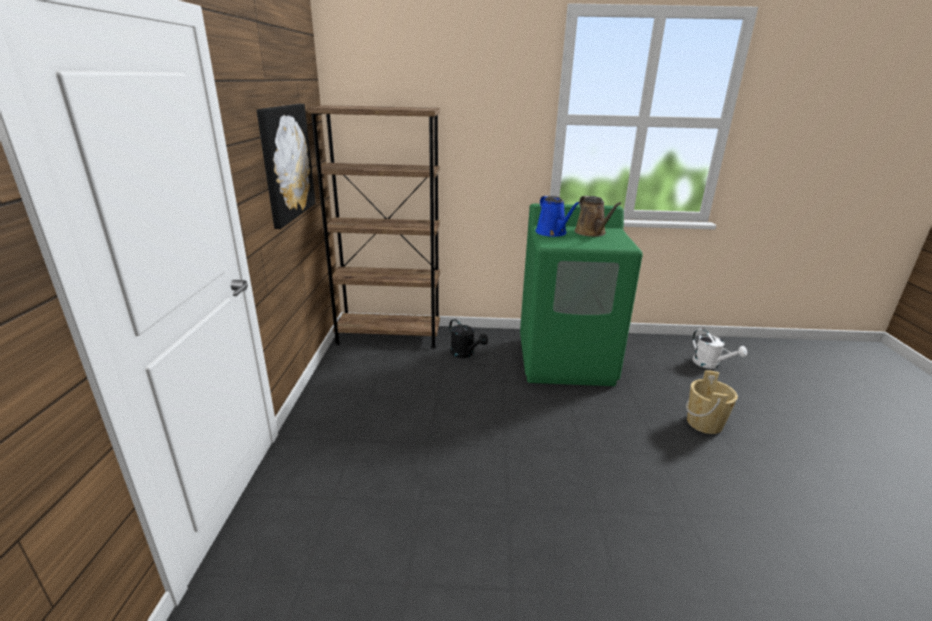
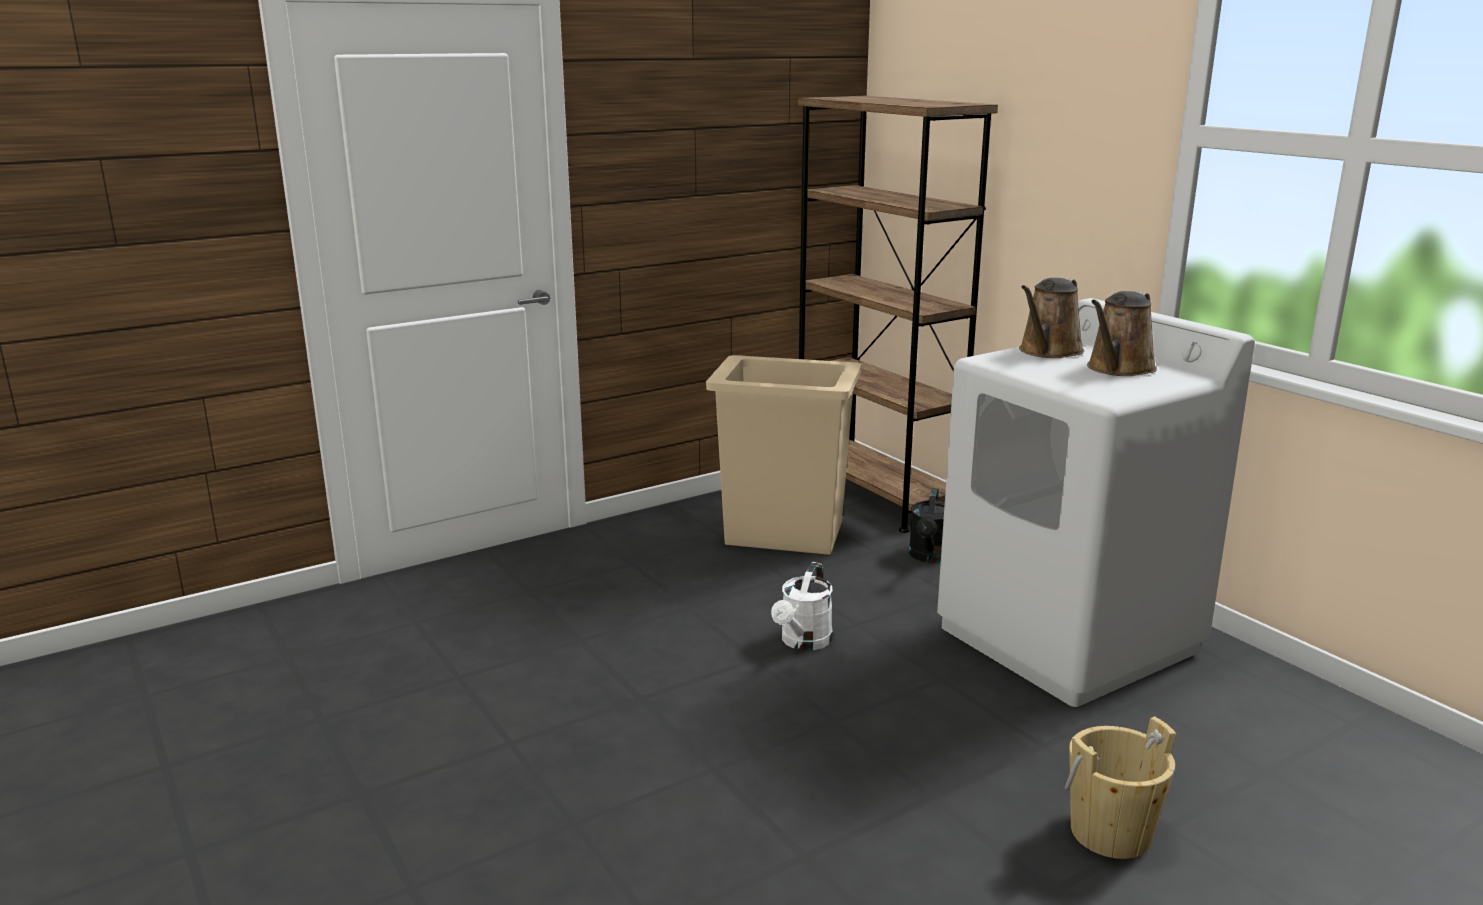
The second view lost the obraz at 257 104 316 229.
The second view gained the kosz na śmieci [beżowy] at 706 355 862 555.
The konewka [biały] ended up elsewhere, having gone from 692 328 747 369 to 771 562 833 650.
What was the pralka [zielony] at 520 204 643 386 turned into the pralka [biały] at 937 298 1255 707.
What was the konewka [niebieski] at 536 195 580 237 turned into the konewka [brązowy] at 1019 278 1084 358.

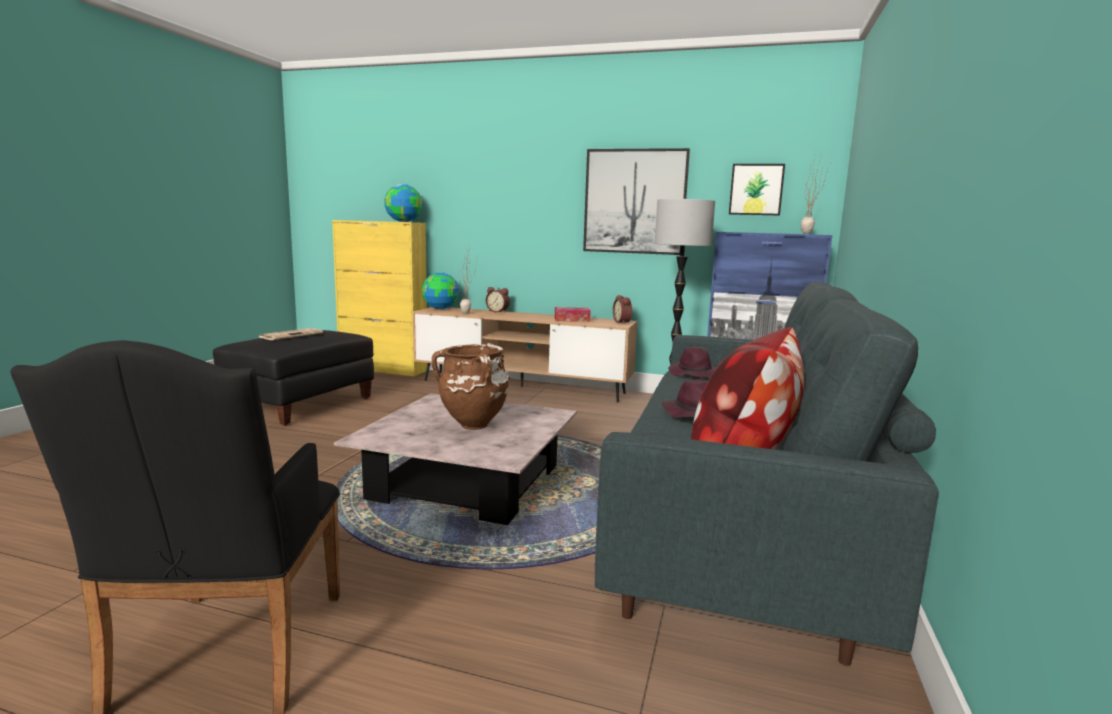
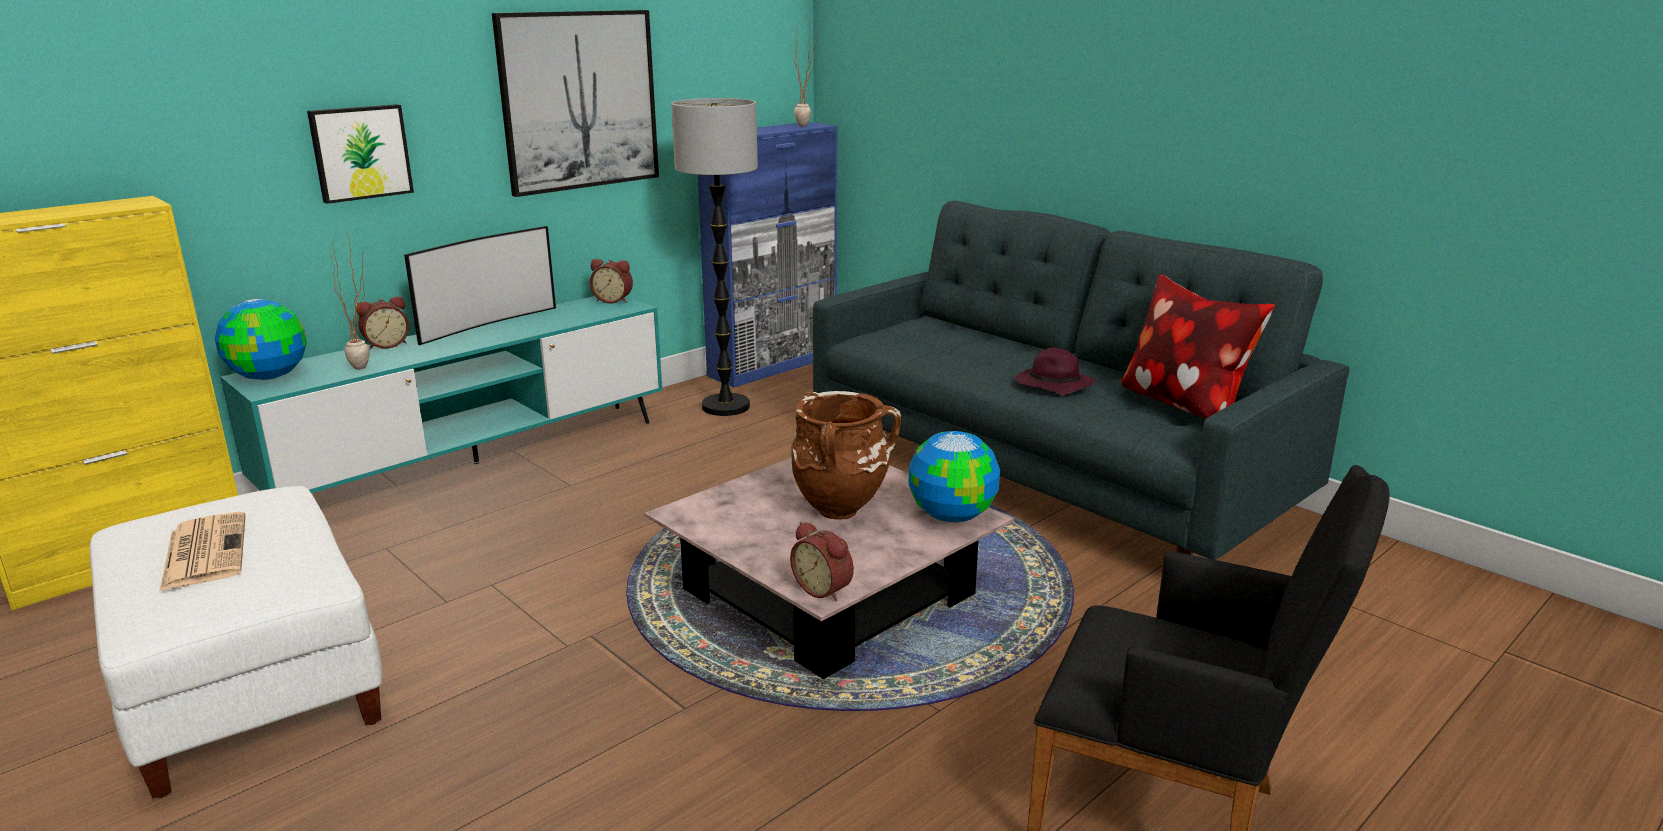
The second view lost the pudełko chusteczek at 555 307 591 322.
The second view lost the kapelusz [fioletowy] at 668 347 717 377.
The second view gained the telewizor at 404 226 556 345.
The second view gained the budzik at 790 522 854 602.
The globus ended up elsewhere, having gone from 384 184 422 222 to 909 431 1000 522.
The obraz ended up elsewhere, having gone from 729 164 785 216 to 307 104 414 204.
What was the pufa [czarny] at 213 330 374 426 turned into the pufa [biały] at 90 486 383 799.
What was the szafka pod telewizor [brązowy] at 413 307 637 402 turned into the szafka pod telewizor [turkusowy] at 220 296 662 493.

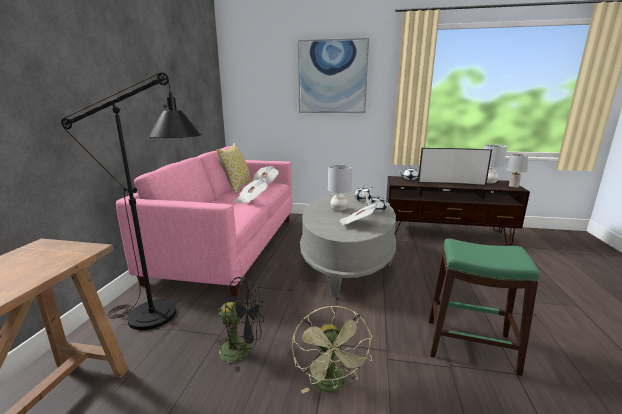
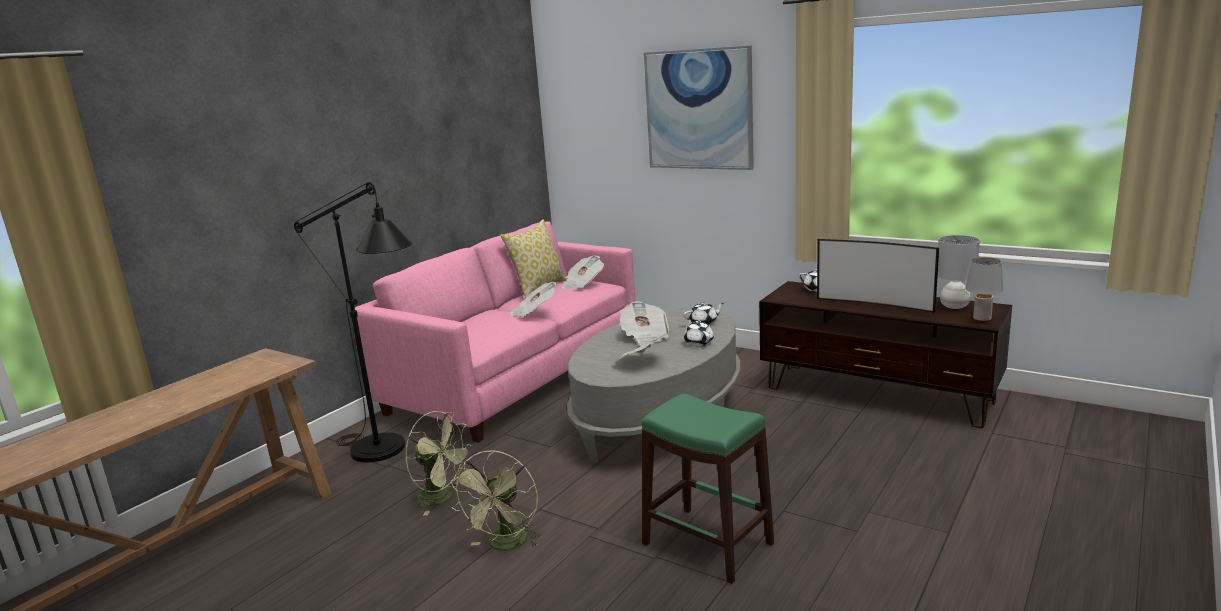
Where the lampa stołowa [szary] stood at 328 165 352 211, the gazeta came to stand at 619 301 669 346.
What was the wentylator [czarny] at 214 276 264 372 turned into the wentylator [zielony] at 405 411 473 516.

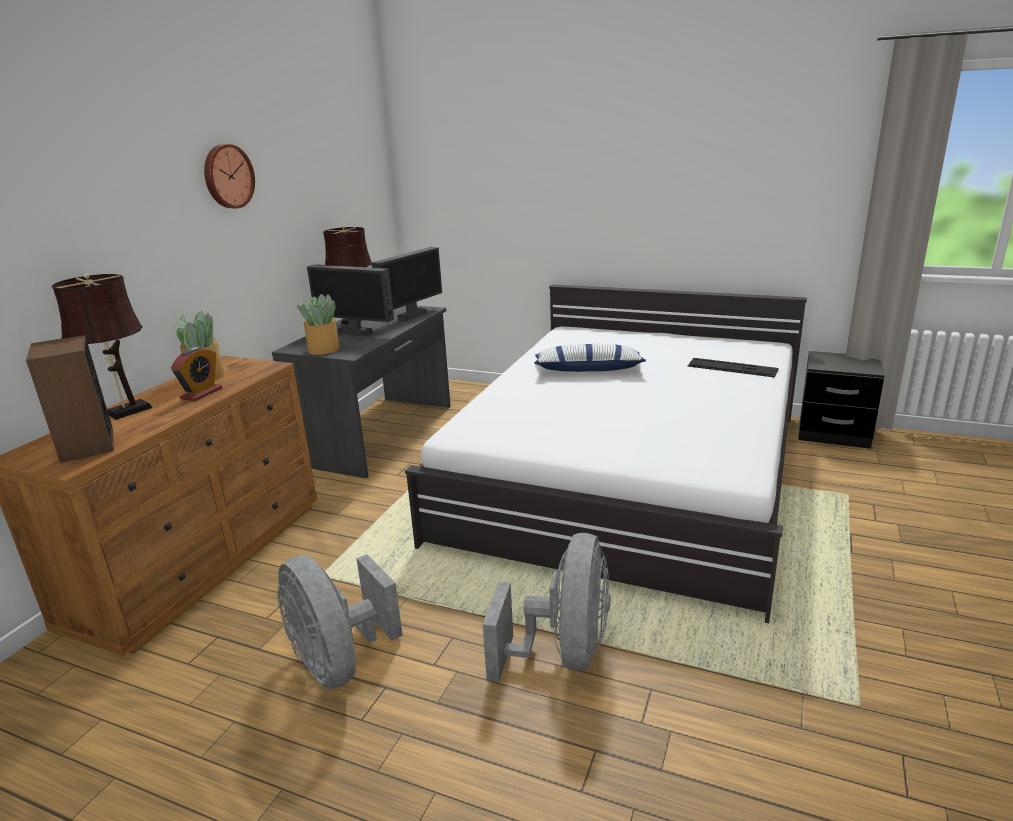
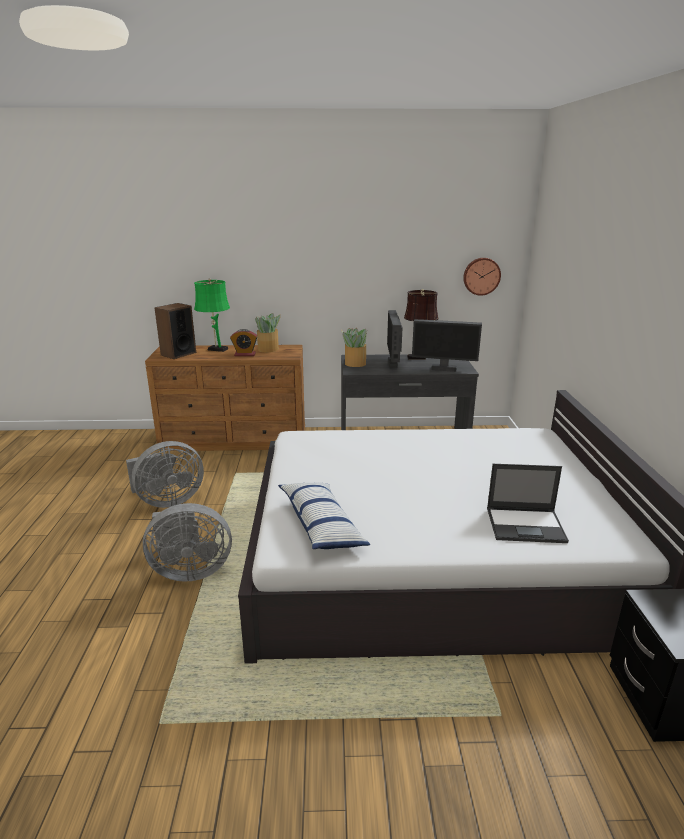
The zegar ścienny ended up elsewhere, having gone from 204 144 255 208 to 463 258 501 296.
The poduszka ended up elsewhere, having gone from 534 344 646 372 to 278 482 370 549.
Where the klawiatura stood at 688 358 779 377, the laptop came to stand at 487 464 569 543.
What was the lampa stołowa [brązowy] at 52 273 153 420 turned into the lampa stołowa [zielony] at 194 278 230 352.
The wentylator [szary] at 277 554 402 690 ended up facing another way, 150 degrees counterclockwise from before.

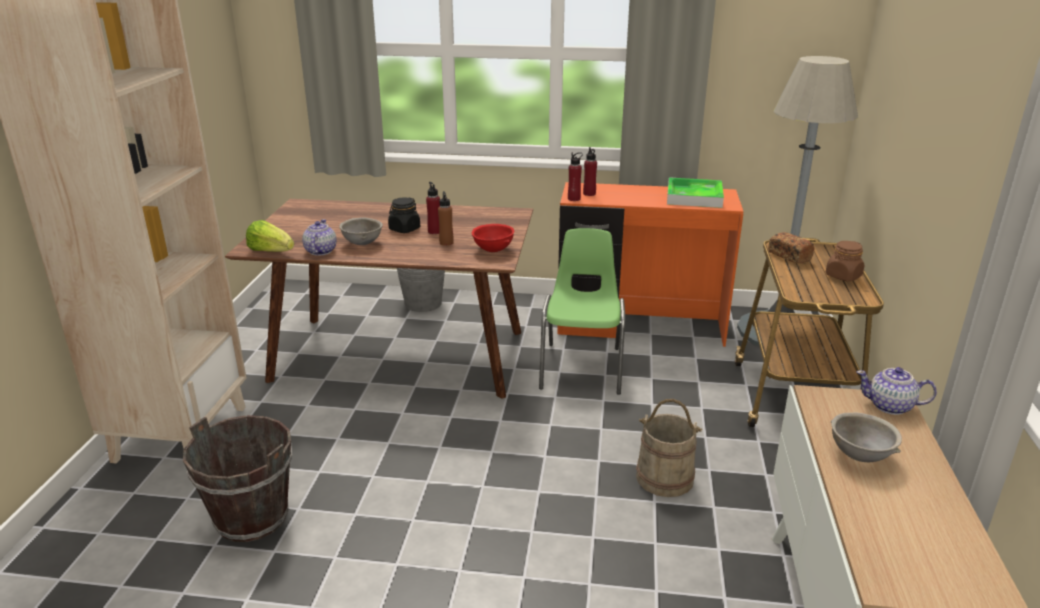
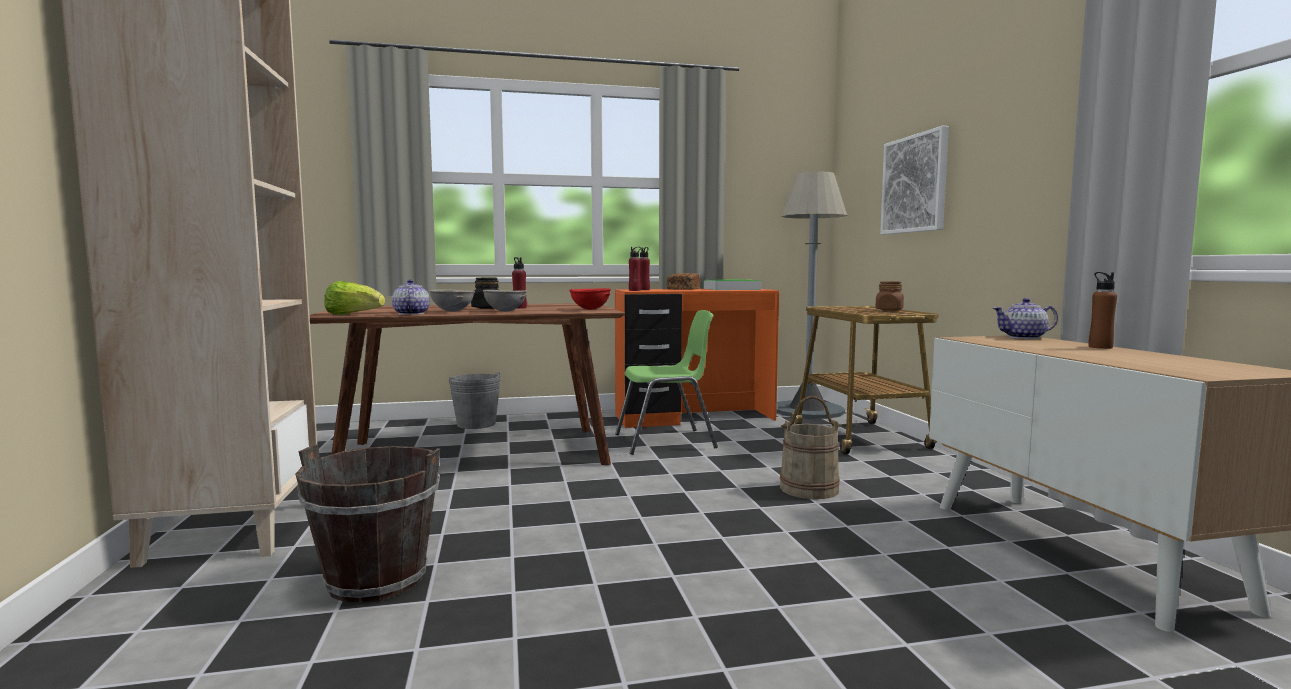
The second view gained the obraz at 880 126 949 234.
The butelka [brązowy] ended up elsewhere, having gone from 438 191 454 246 to 1089 272 1117 349.
The chleb ended up elsewhere, having gone from 768 232 814 264 to 667 273 701 290.
The miska [szary] ended up elsewhere, having gone from 831 412 902 462 to 483 290 527 312.
The krzesło [zielony] at 539 228 625 395 ended up facing another way, 90 degrees clockwise from before.

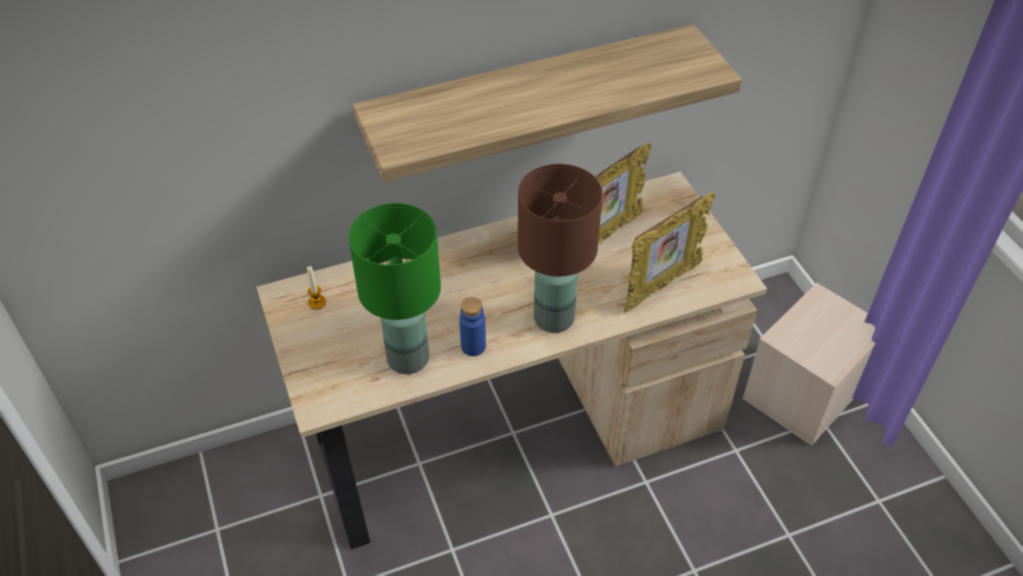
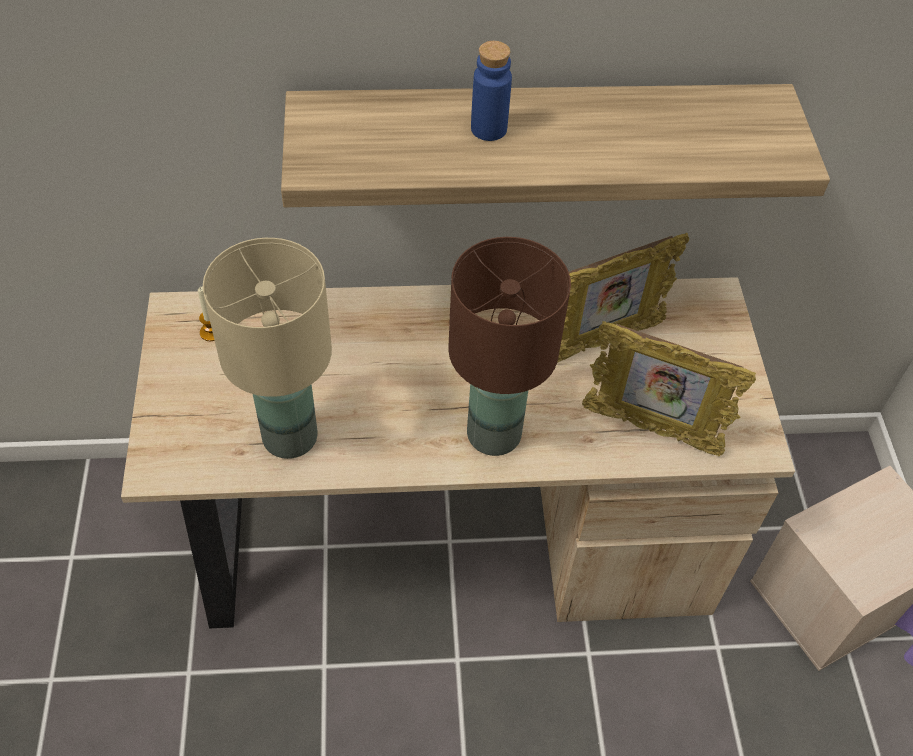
The butelka [niebieski] ended up elsewhere, having gone from 459 297 486 356 to 471 41 512 141.
What was the lampa stołowa [zielony] at 348 203 441 374 turned into the lampa stołowa [beżowy] at 203 238 332 459.
The ramka na zdjęcie at 624 192 715 312 ended up facing another way, 45 degrees clockwise from before.

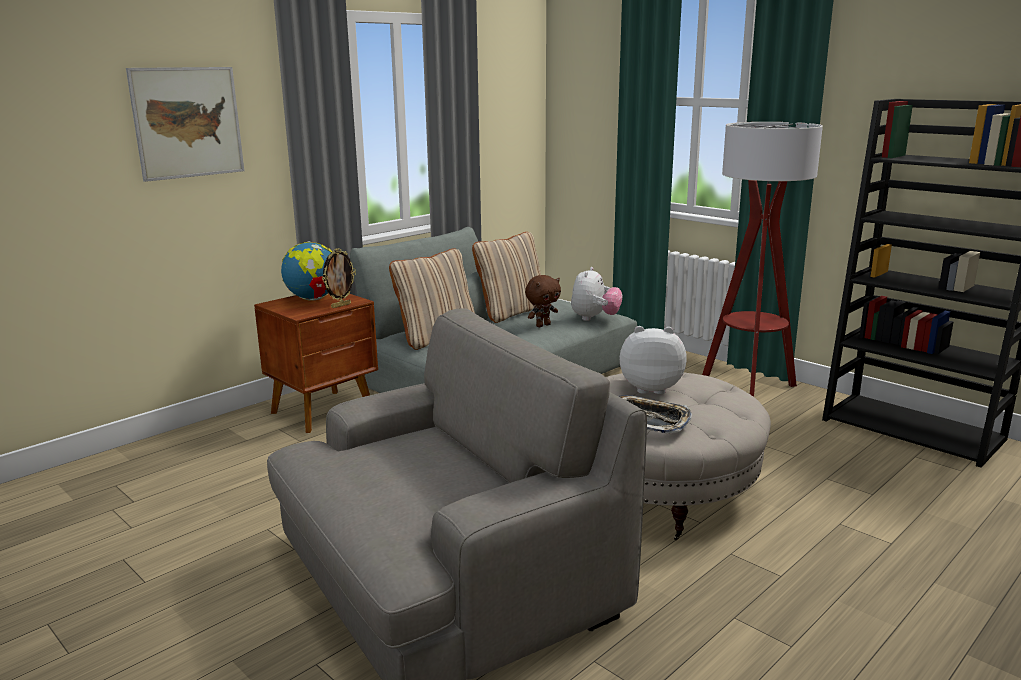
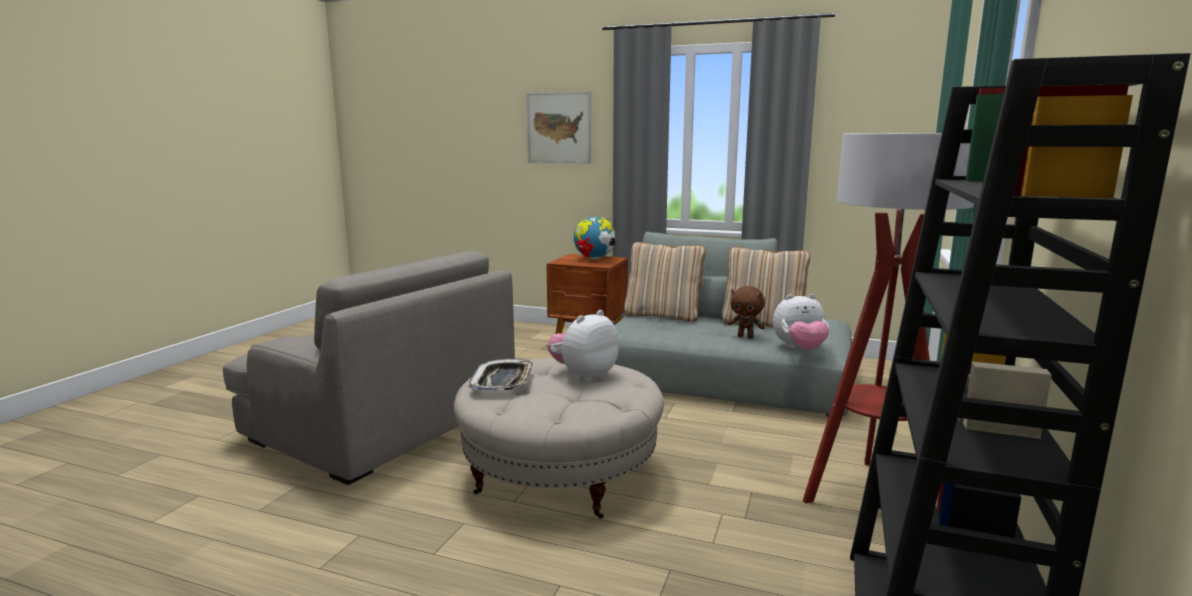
The second view lost the ramka na zdjęcie at 322 248 356 308.
The pluszak at 620 326 687 394 ended up facing another way, 120 degrees counterclockwise from before.

